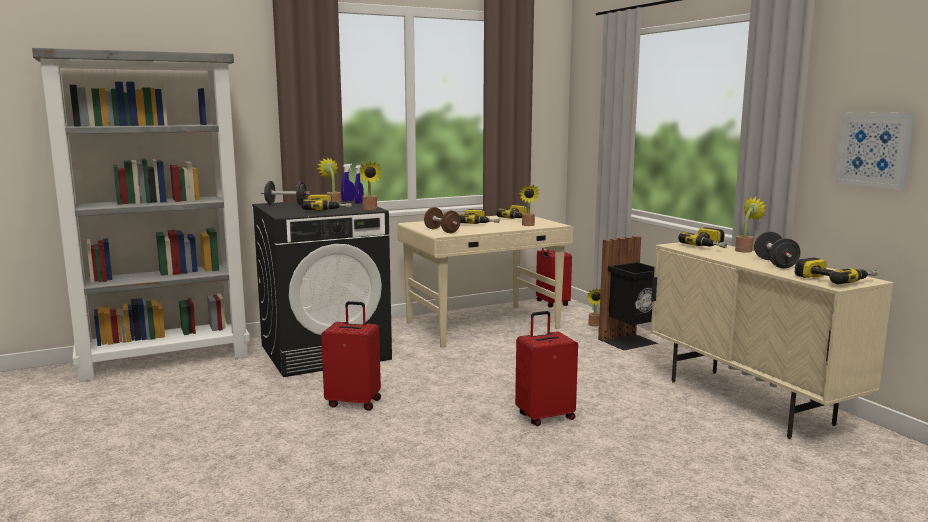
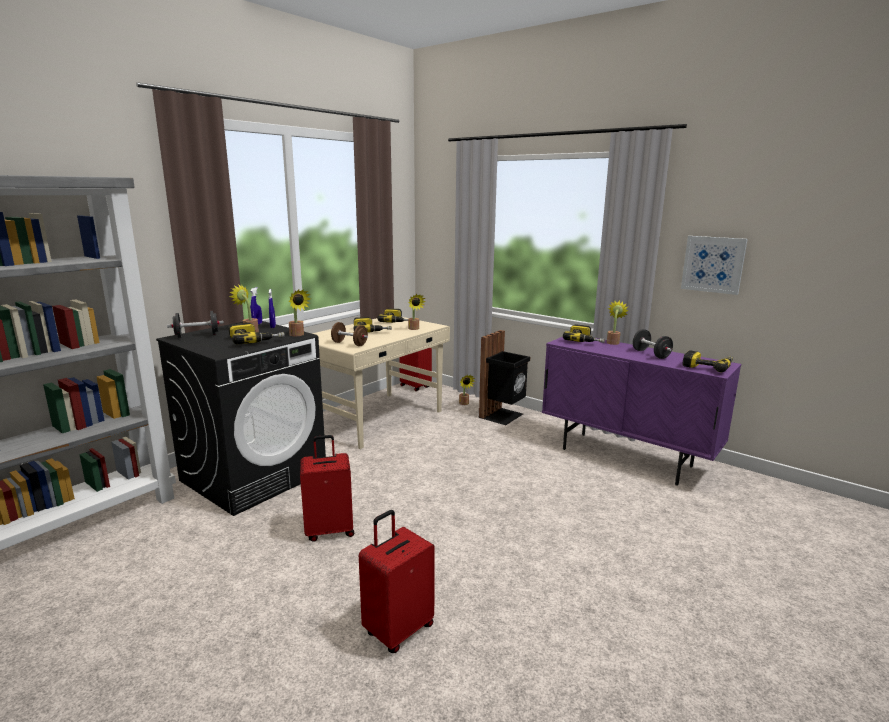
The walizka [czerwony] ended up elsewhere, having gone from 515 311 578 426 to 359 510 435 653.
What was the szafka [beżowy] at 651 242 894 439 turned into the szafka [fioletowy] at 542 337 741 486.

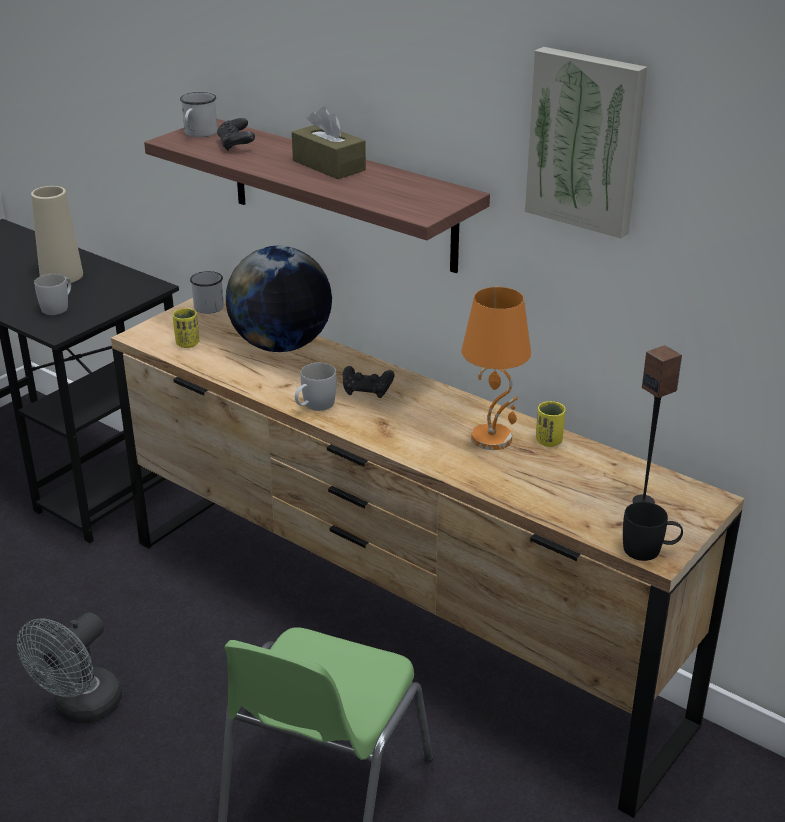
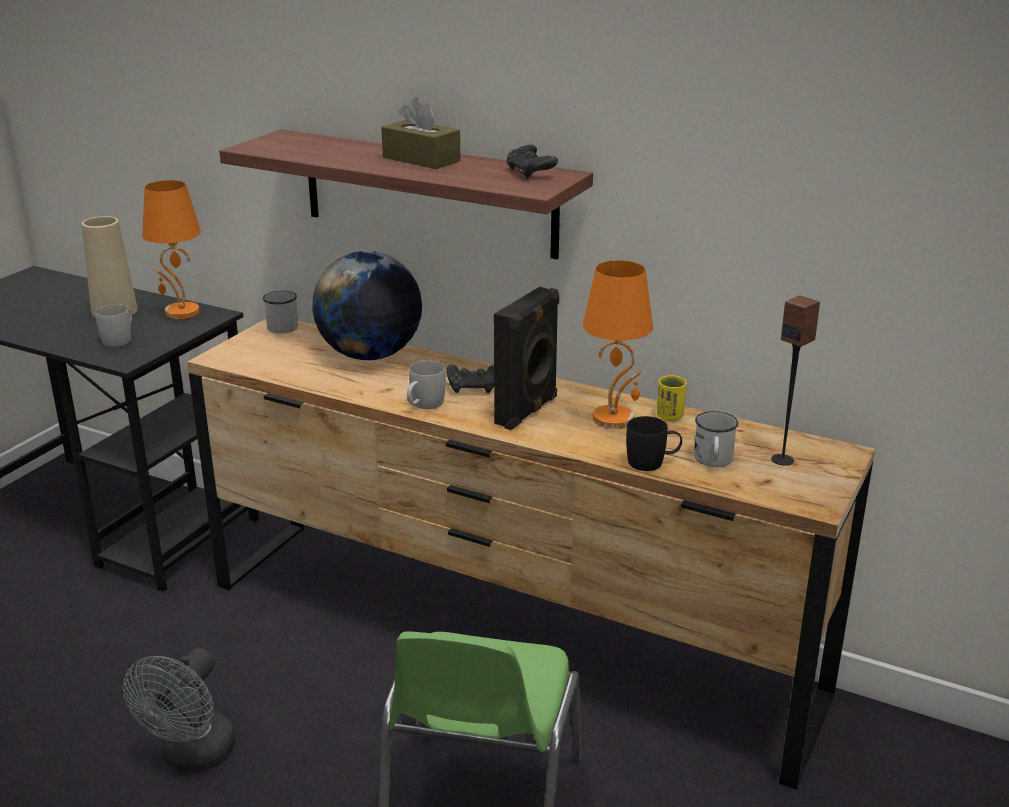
The second view lost the filiżanka [żółty] at 172 308 199 348.
The second view lost the obraz at 525 47 647 238.
The second view gained the lampa stołowa [pomarańczowy] at 142 180 201 319.
The second view gained the głośnik [czarny] at 494 287 559 430.
The kubek [biały] ended up elsewhere, having gone from 180 92 217 138 to 694 411 738 467.
The pad do gier [czarny] ended up elsewhere, having gone from 217 118 255 151 to 506 144 558 179.
The kubek [czarny] ended up elsewhere, having gone from 623 502 683 561 to 626 416 682 471.

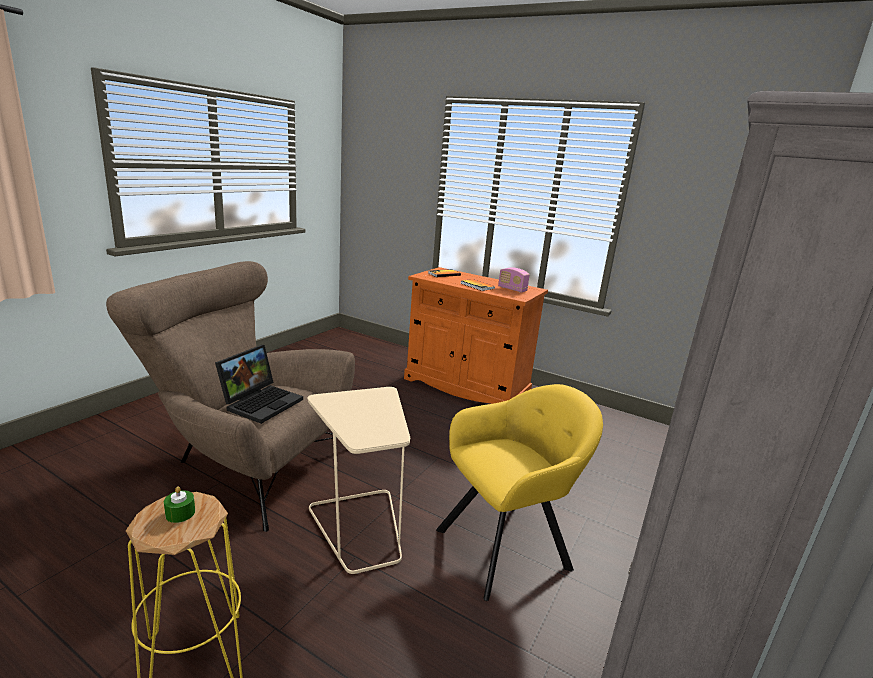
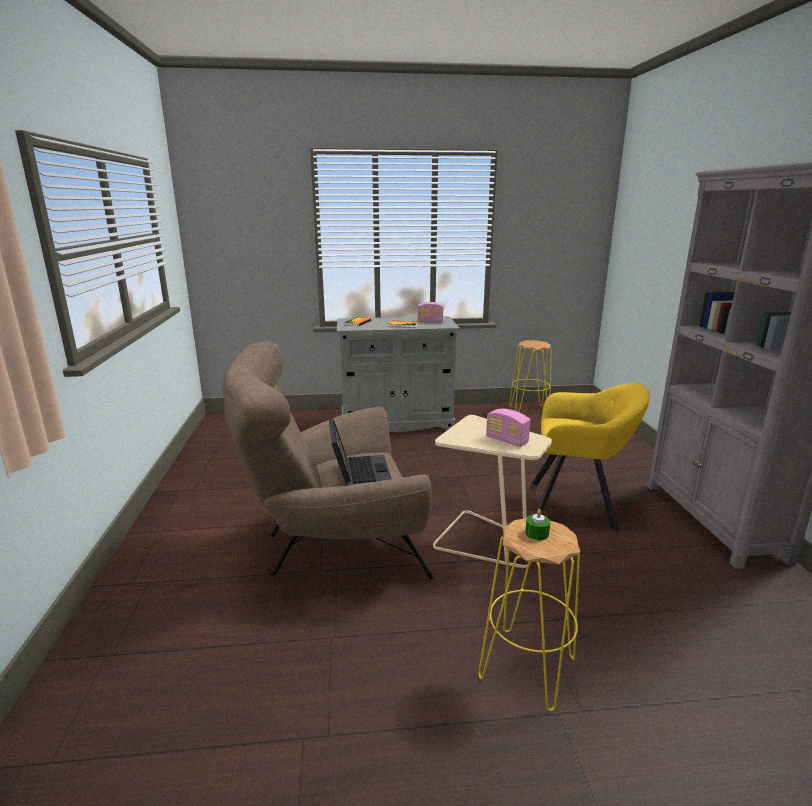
The second view gained the radio at 486 409 530 447.
The second view gained the stołek [żółty] at 509 340 552 412.
What was the szafka [pomarańczowy] at 404 267 548 404 turned into the szafka [szary] at 337 316 460 432.
The fotel [żółty] at 436 384 603 601 ended up facing another way, 75 degrees clockwise from before.

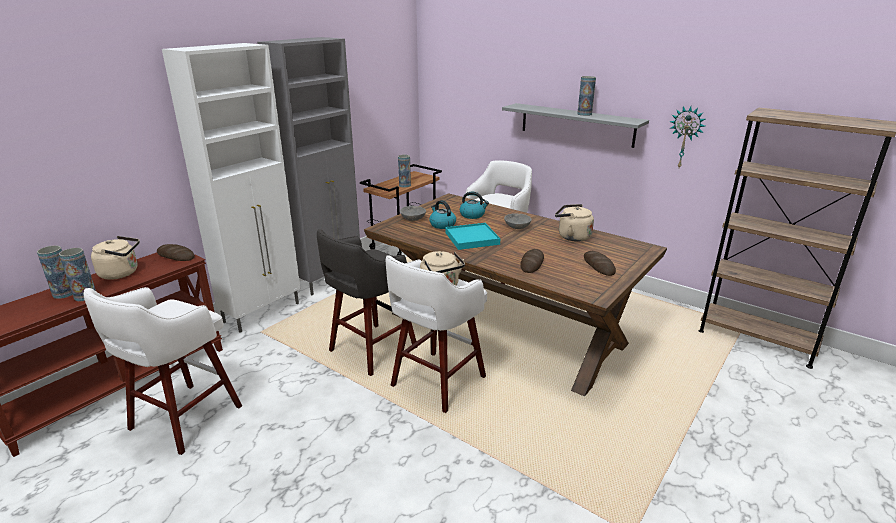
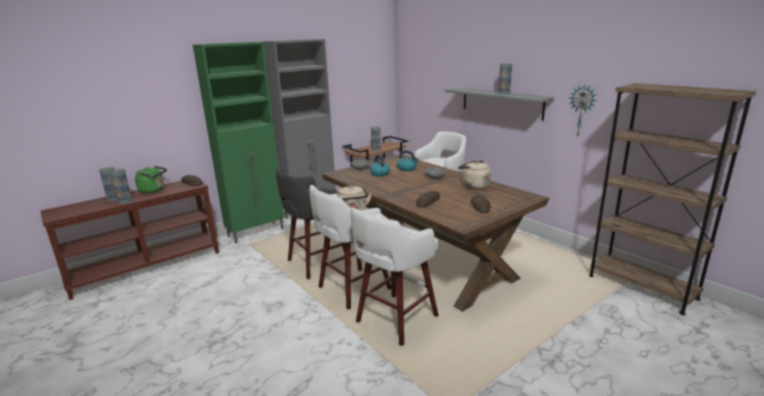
The second view lost the taca [turkusowy] at 446 223 500 250.
The stołek [biały] ended up elsewhere, having gone from 84 287 242 455 to 351 207 439 346.
What was the czajnik [beżowy] at 91 236 140 280 turned into the czajnik [zielony] at 135 166 167 193.
What was the szafka [biały] at 162 43 301 333 turned into the szafka [zielony] at 193 42 284 243.

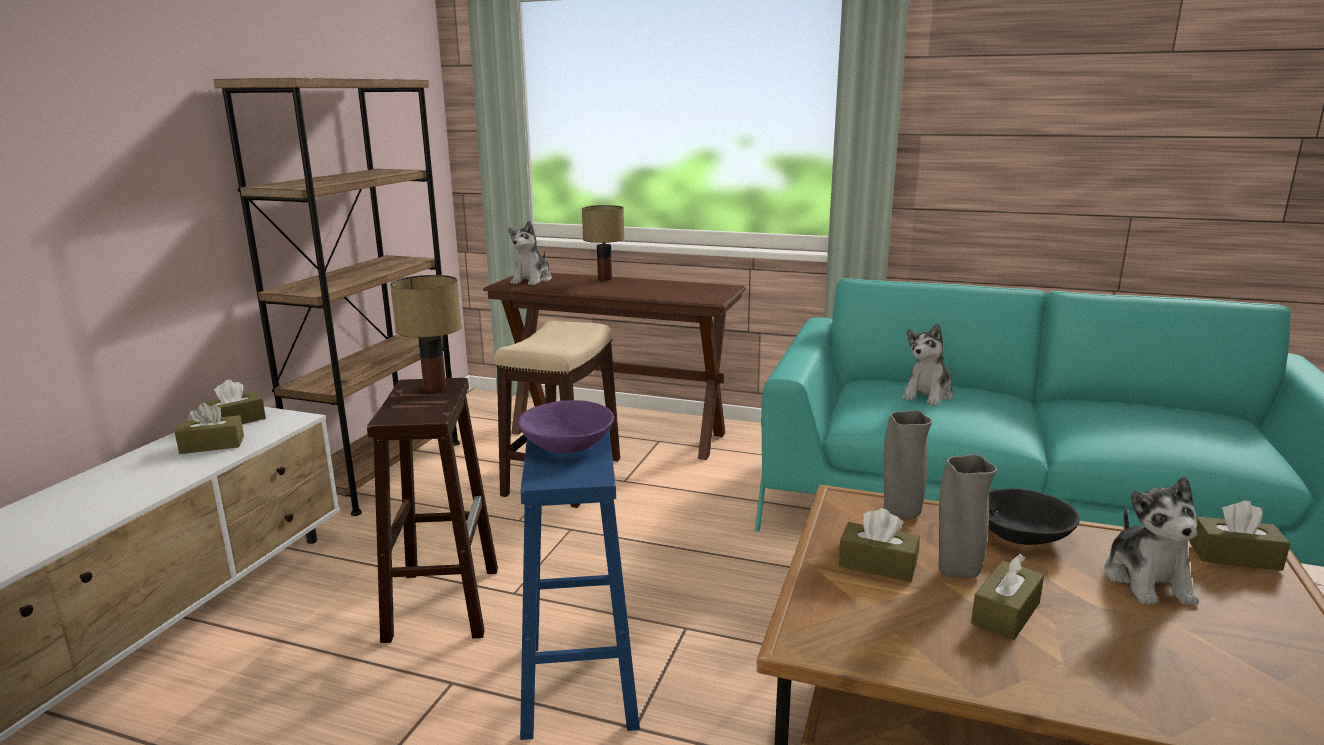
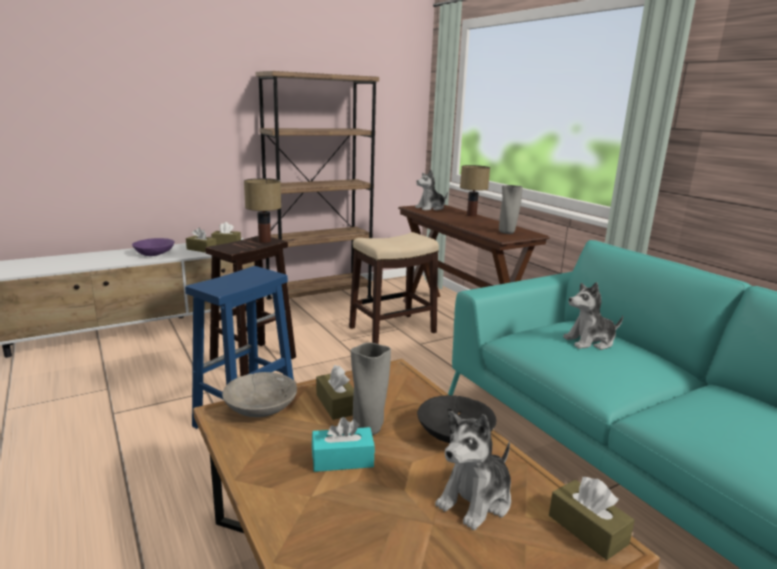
The second view gained the miska [szary] at 222 372 297 417.
The miska [fioletowy] ended up elsewhere, having gone from 518 400 614 453 to 132 238 175 256.
The wazon [szary] ended up elsewhere, having gone from 884 410 932 519 to 499 185 522 234.
What was the pudełko chusteczek [brązowy] at 971 554 1044 640 turned into the pudełko chusteczek [turkusowy] at 312 417 375 472.

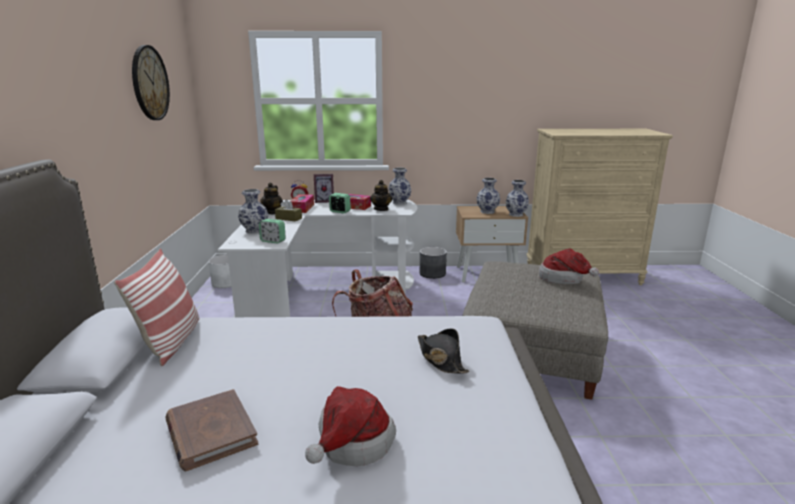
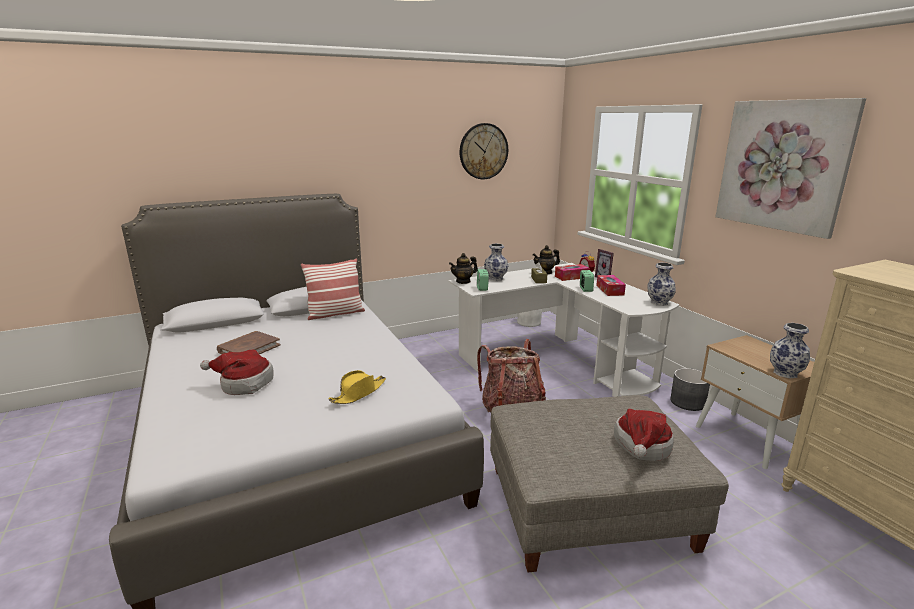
The second view lost the wazon at 476 178 500 214.
The second view gained the obraz at 716 98 866 239.
The imbryk ended up elsewhere, having gone from 370 180 392 211 to 449 253 478 284.
What was the kapelusz [czarny] at 418 329 469 374 turned into the kapelusz [żółty] at 328 370 386 404.

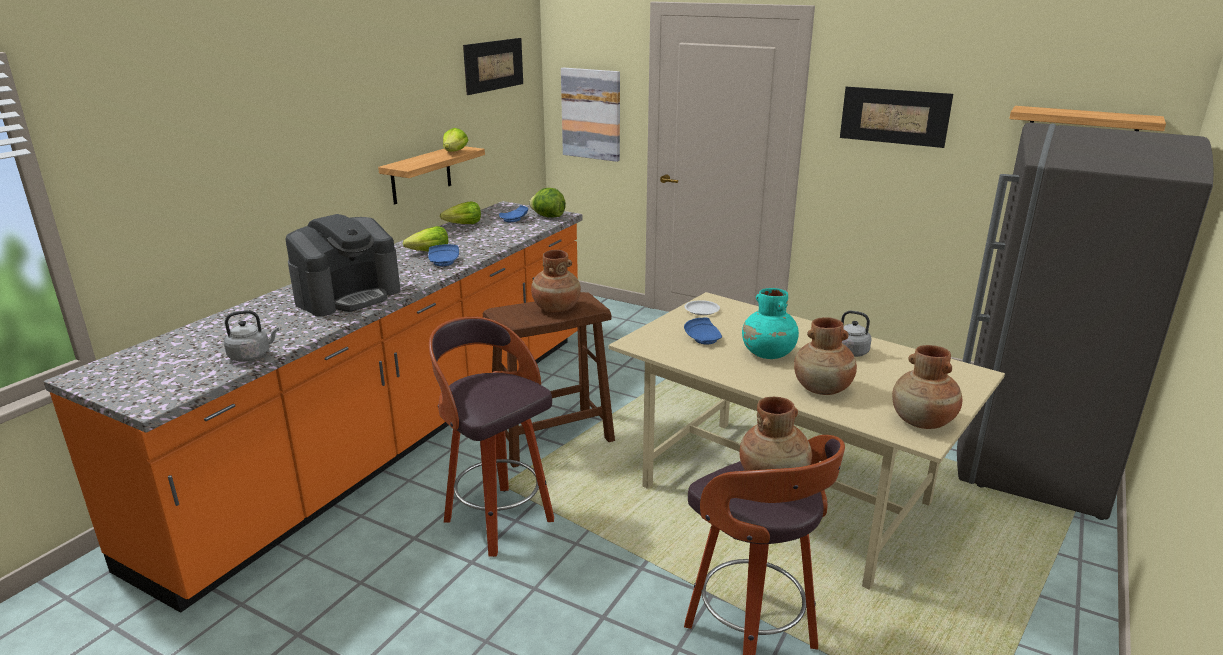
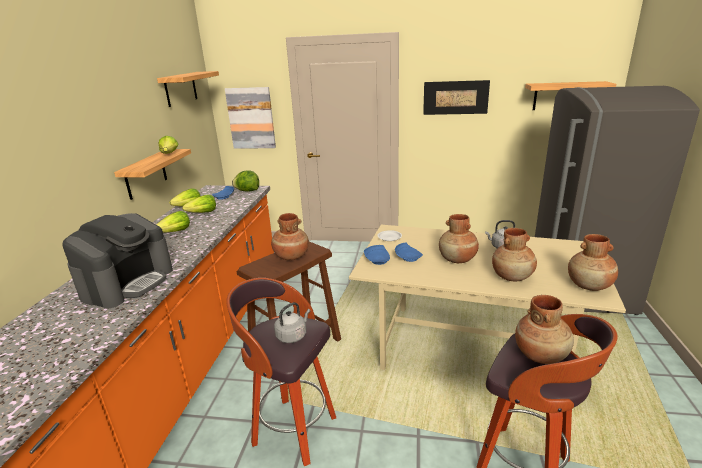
The second view gained the sałata at 182 194 216 213.
The czajnik [szary] ended up elsewhere, having gone from 224 310 279 361 to 274 302 310 343.
The talerz [niebieski] ended up elsewhere, having gone from 428 244 459 266 to 364 245 390 265.
Where the obraz hung at 463 38 523 95, the półka came to hang at 157 71 219 107.
What was the wazon [turkusowy] at 742 288 799 359 turned into the wazon [brązowy] at 439 214 479 263.

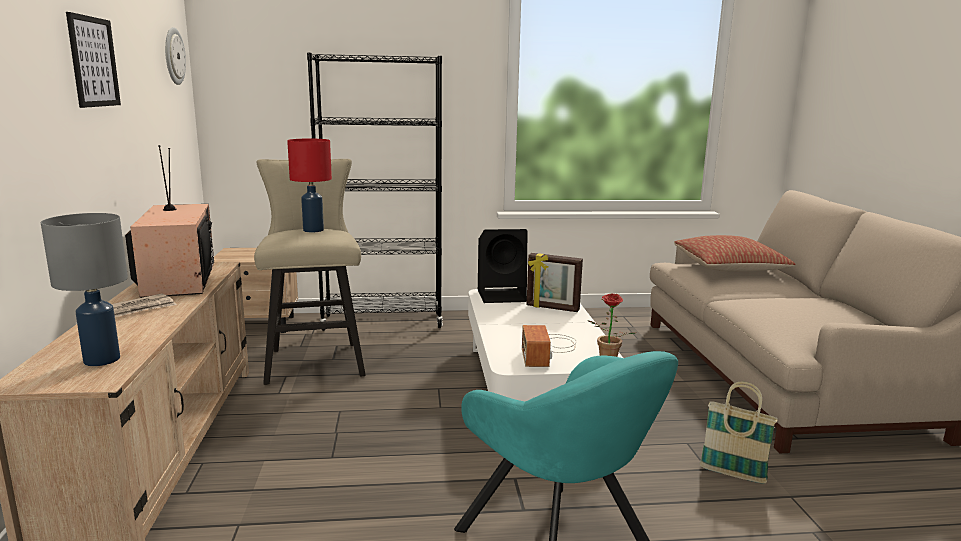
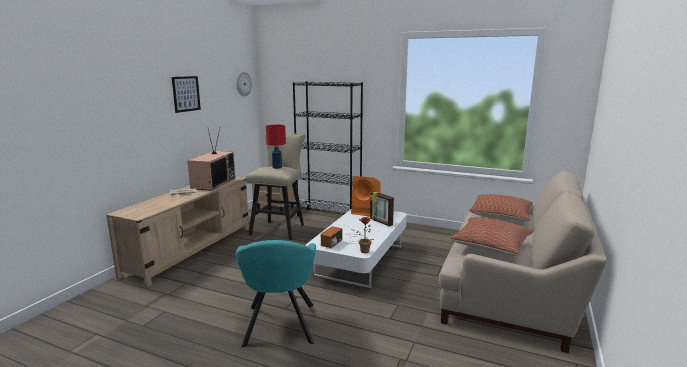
The second view lost the lampa stołowa [szary] at 41 213 128 366.
The second view lost the koszyk at 700 382 778 484.
The second view gained the poduszka at 449 217 534 256.
What was the głośnik [czarny] at 478 229 527 303 turned into the głośnik [pomarańczowy] at 351 176 381 216.

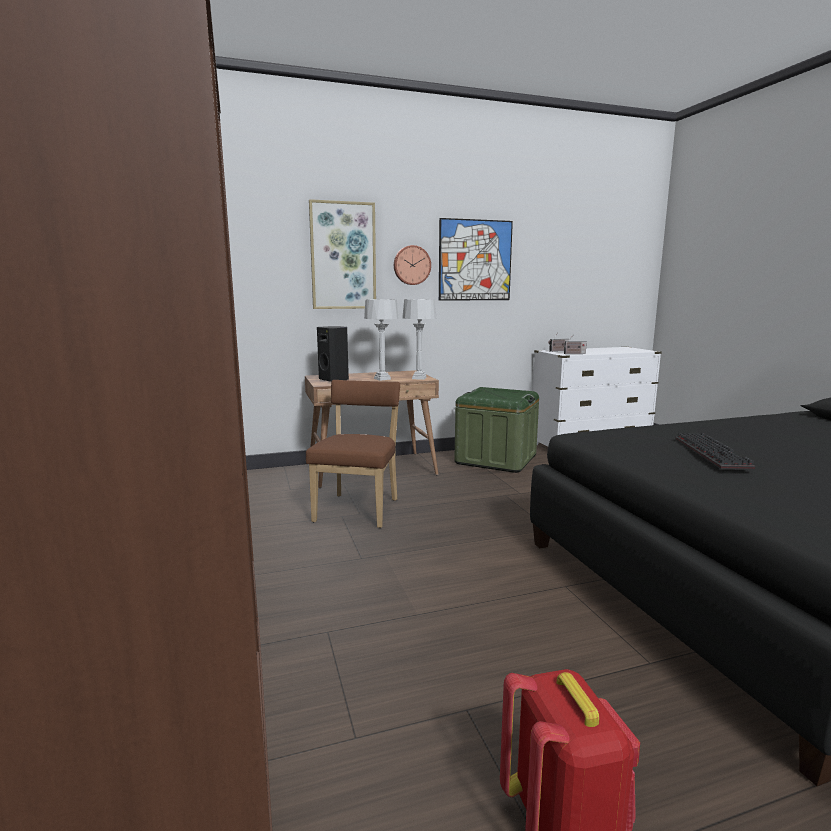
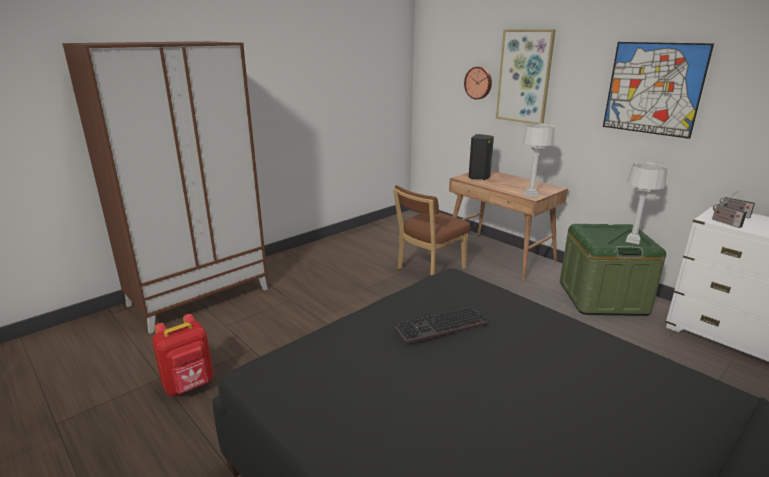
The lampa stołowa [szary] ended up elsewhere, having gone from 364 299 399 381 to 626 162 667 244.
The zegar ścienny ended up elsewhere, having gone from 394 245 431 285 to 464 67 492 100.
The krzesło [brązowy] at 306 380 400 528 ended up facing another way, 150 degrees clockwise from before.

